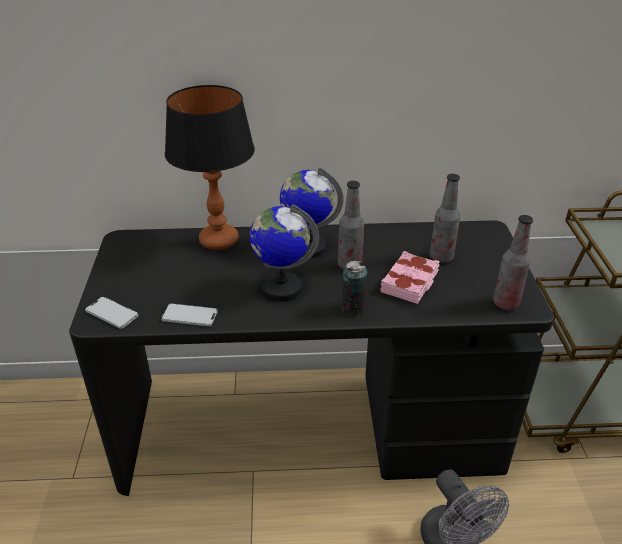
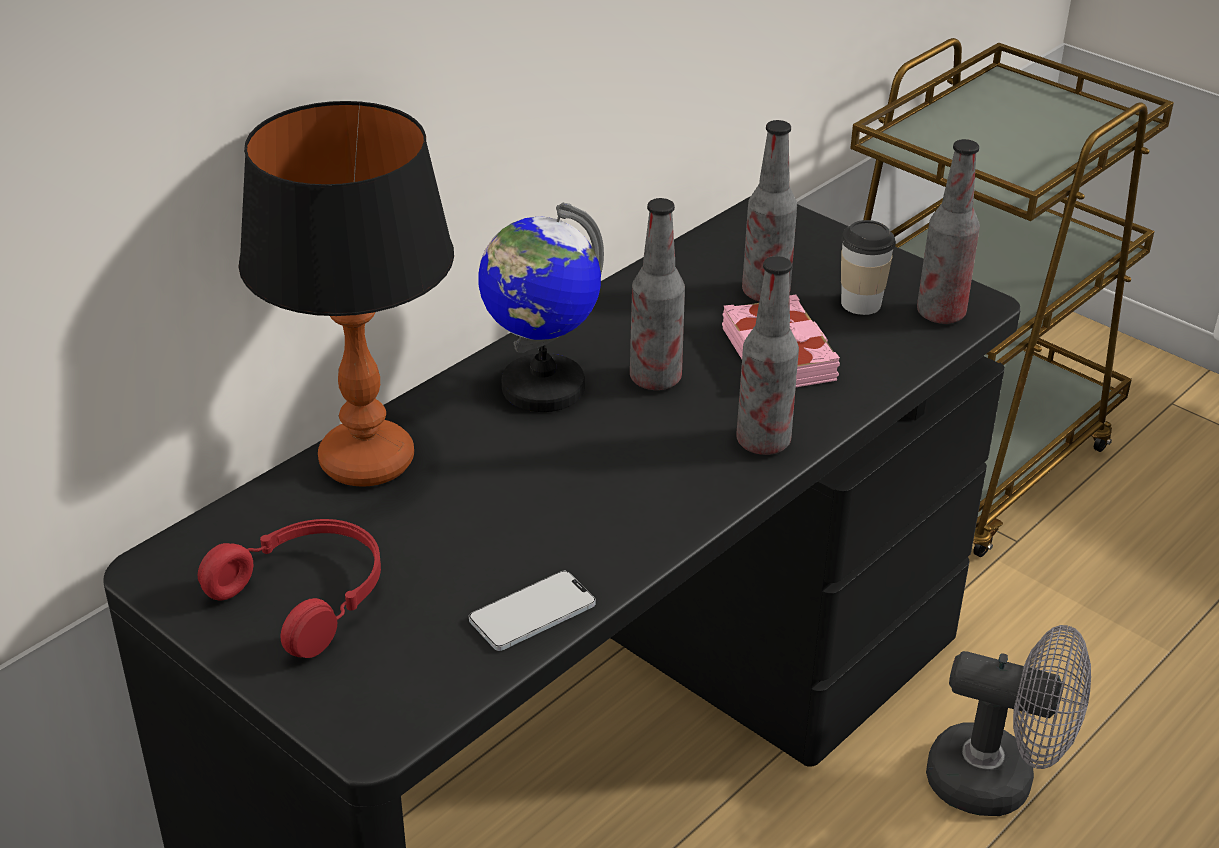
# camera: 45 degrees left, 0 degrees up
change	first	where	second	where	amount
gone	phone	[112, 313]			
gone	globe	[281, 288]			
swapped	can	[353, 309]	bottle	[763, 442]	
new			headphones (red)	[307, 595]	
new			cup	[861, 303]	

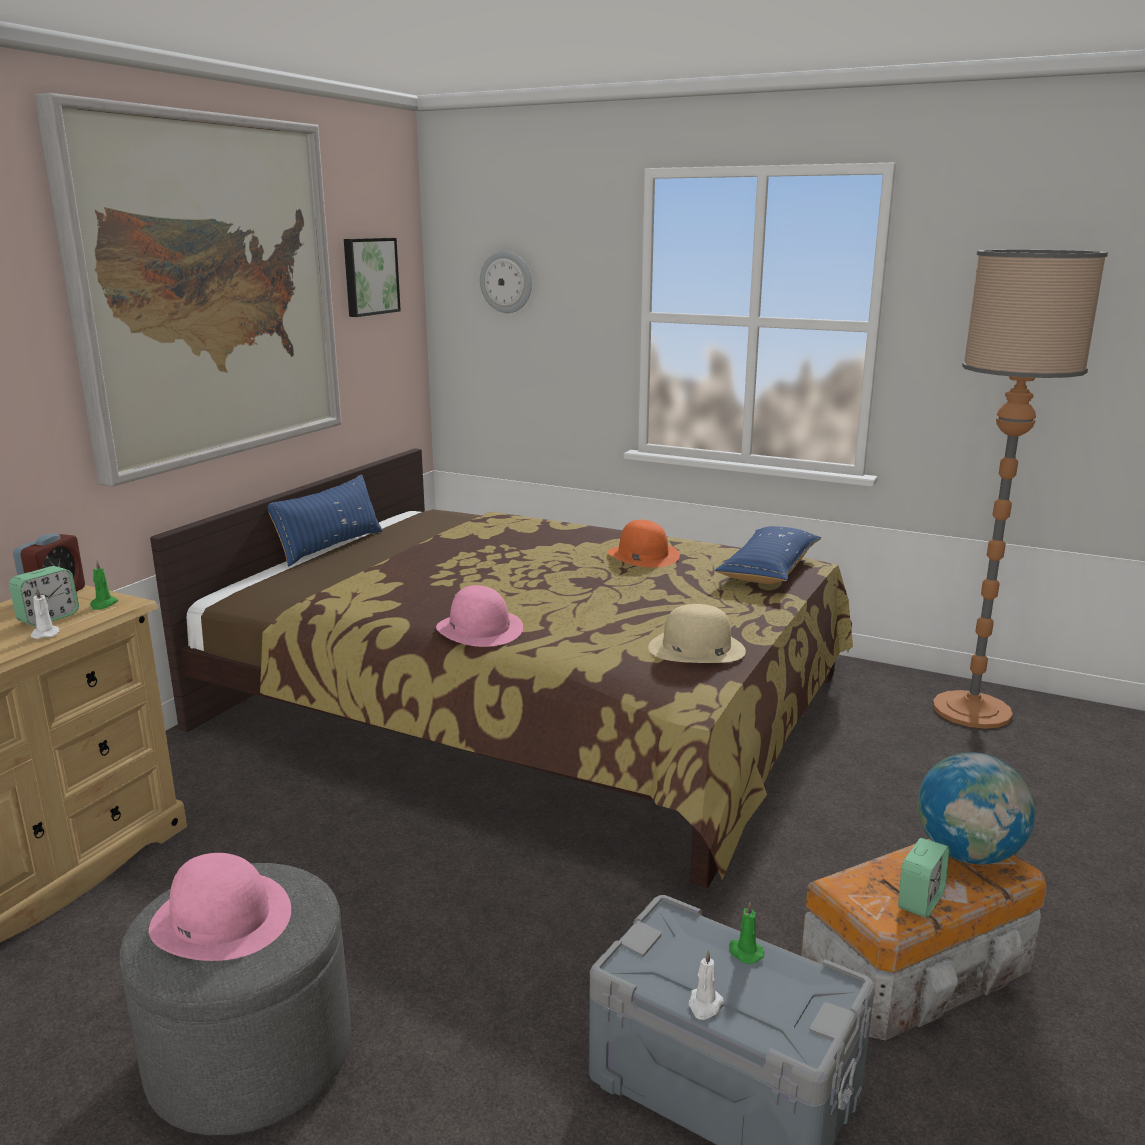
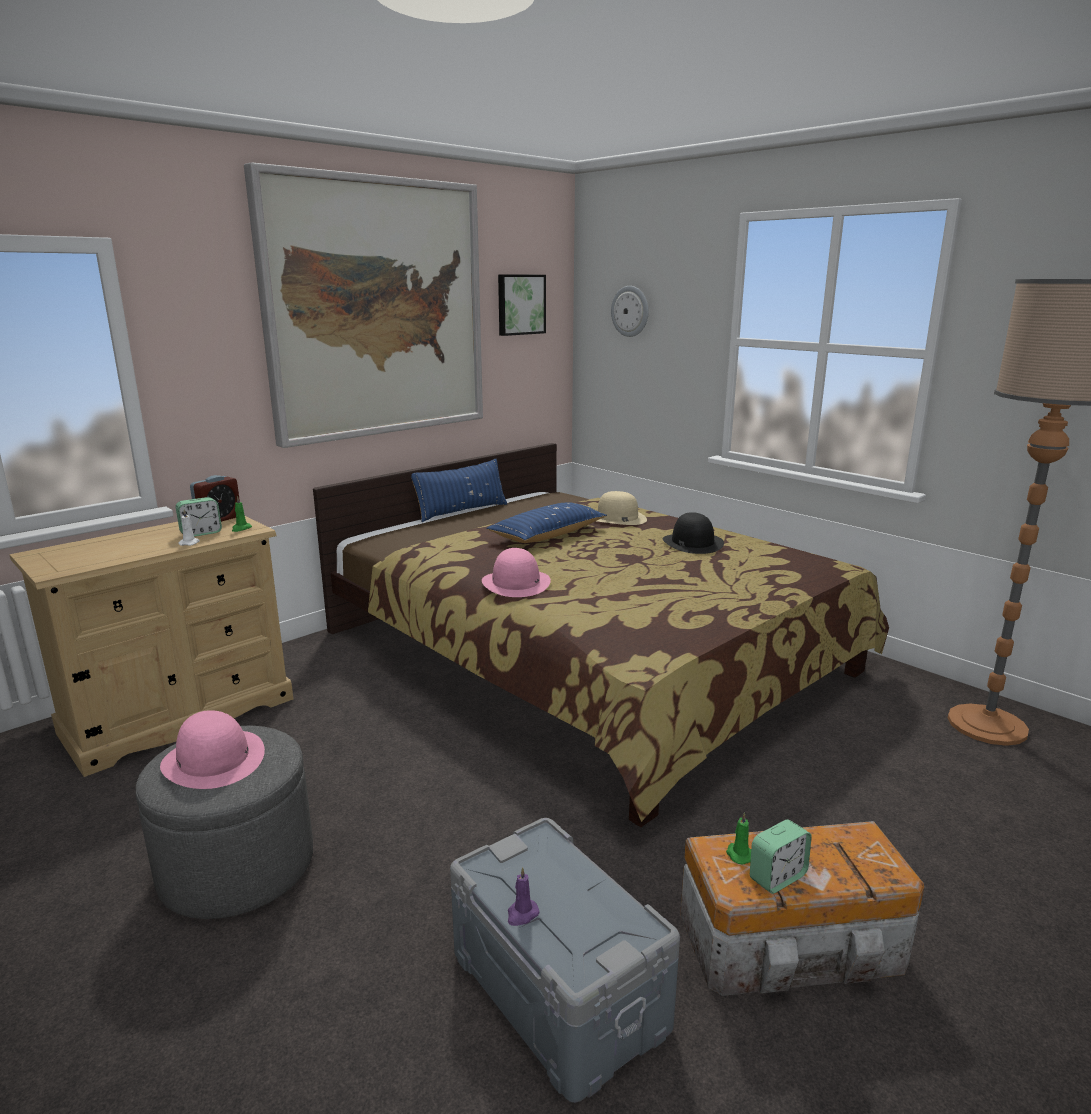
# camera: 20 degrees right, 0 degrees up
change	first	where	second	where	amount
repainted	hat (orange)	[643, 555]	hat (black)	[692, 543]	
shifted	hat (beige)	[696, 648]		[617, 518]	
repainted	candle (white)	[704, 1005]	candle (purple)	[522, 914]	
shifted	pillow (blue)	[769, 570]		[548, 535]	
shifted	candle (green)	[745, 952]		[739, 854]	
gone	globe	[967, 854]			

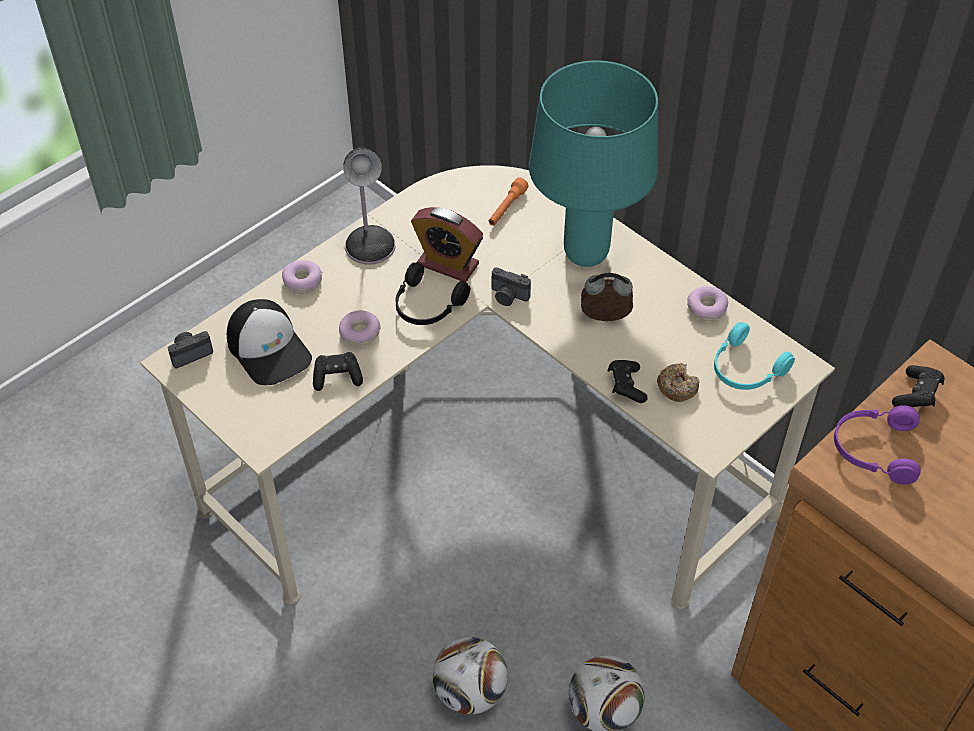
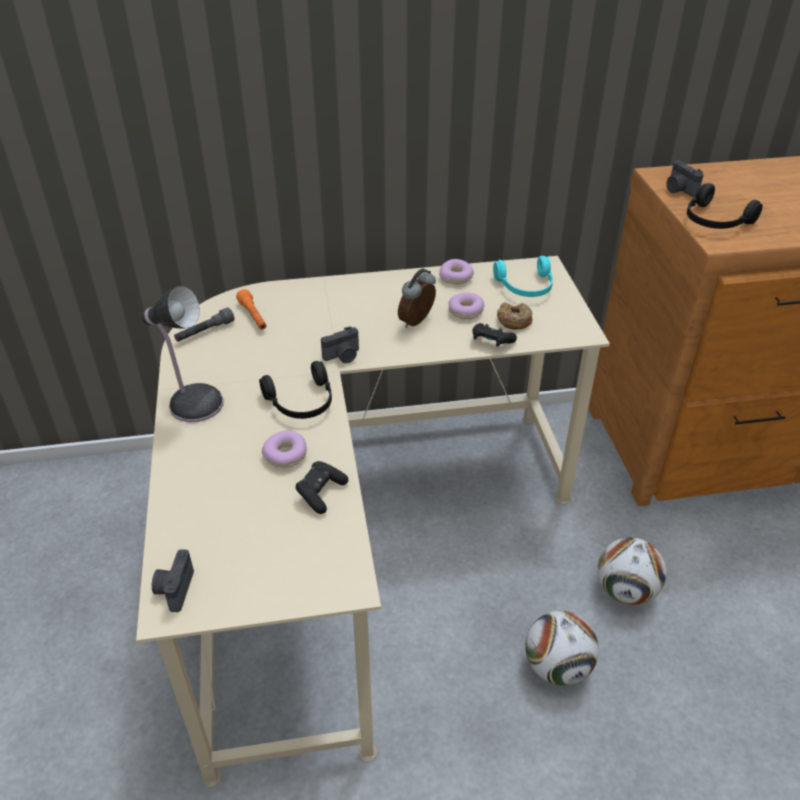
# camera: 55 degrees left, 10 degrees down
change	first	where	second	where	amount
gone	cap	[269, 349]			
shifted	donut	[303, 282]		[465, 311]	
gone	alarm clock	[448, 264]			
gone	table lamp (turquoise)	[585, 255]			
repainted	headphones (purple)	[873, 449]	headphones (black)	[714, 221]	
swapped	game controller (black)	[916, 395]	photo camera	[679, 190]	
new			flashlight (grey)	[204, 332]	

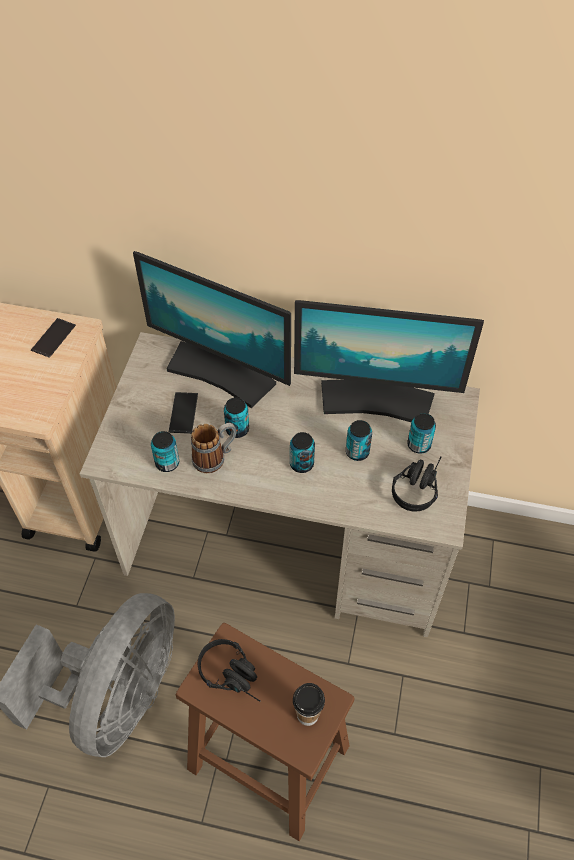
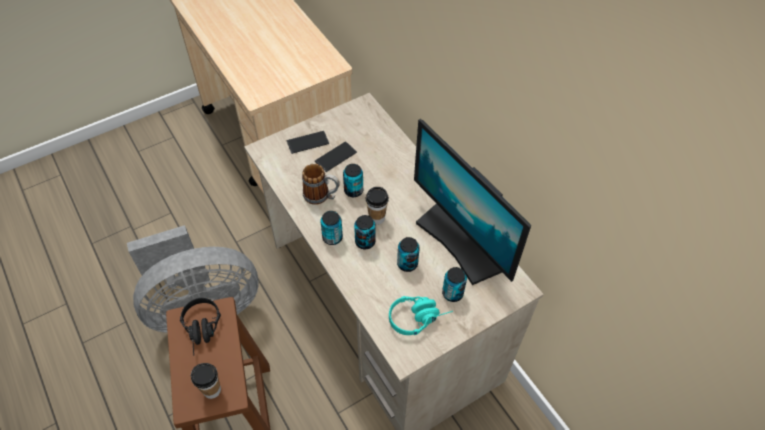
# camera: 45 degrees right, 0 degrees up
change	first	where	second	where	amount
shifted	phone	[53, 338]		[307, 142]	
gone	monitor	[221, 372]			
shifted	can	[167, 463]		[332, 237]	
repainted	headphones (black)	[417, 486]	headphones (turquoise)	[419, 317]	
new			cup	[377, 218]	

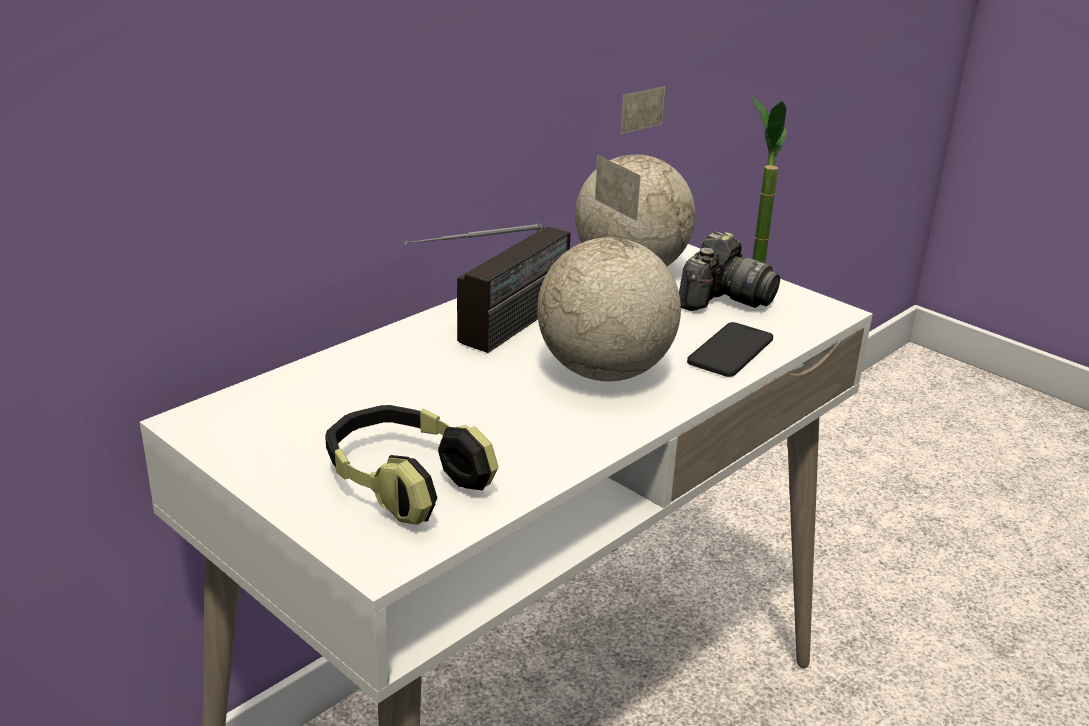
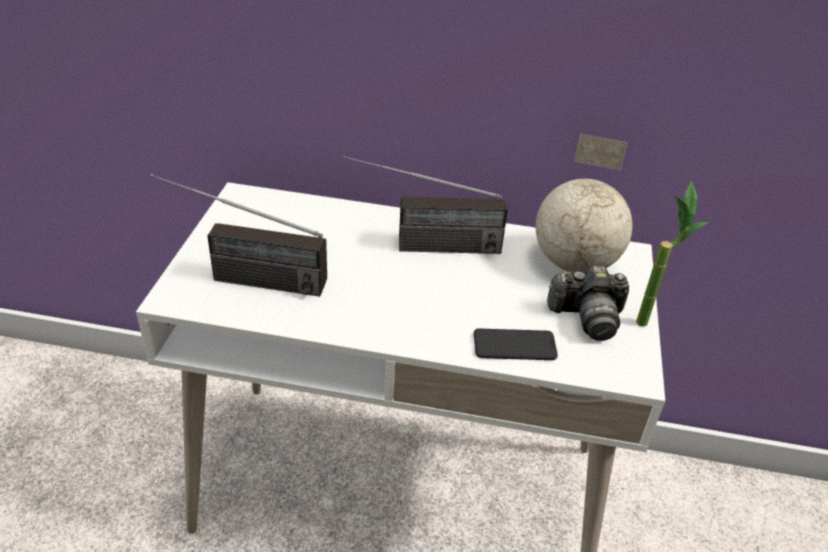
# camera: 55 degrees right, 10 degrees up
change	first	where	second	where	amount
swapped	headphones	[404, 482]	radio	[241, 278]	
gone	globe	[604, 373]			

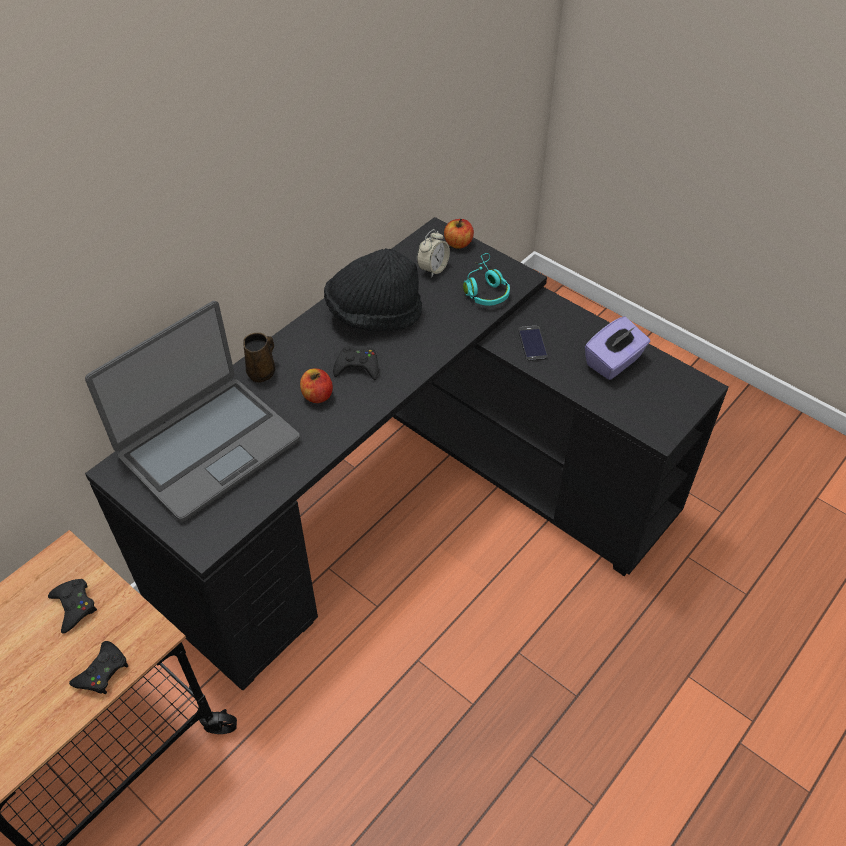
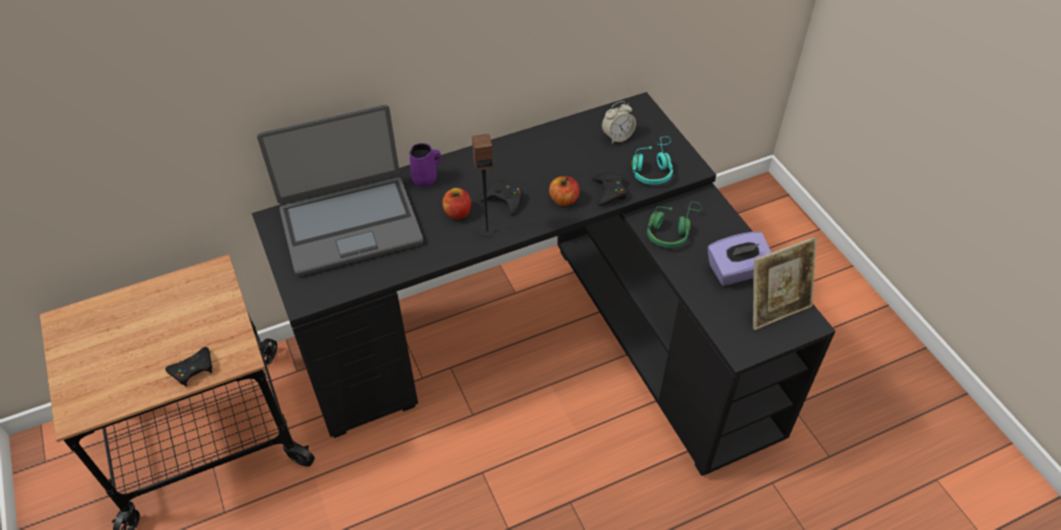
# camera: 25 degrees right, 0 degrees up
change	first	where	second	where	amount
shifted	game controller (black)	[74, 606]		[609, 191]	
repainted	mug (brown)	[262, 372]	mug (purple)	[426, 179]	
gone	hat (black)	[374, 314]			
shifted	apple	[458, 243]		[563, 200]	
swapped	phone	[532, 343]	headphones (green)	[671, 230]	
new			speaker	[487, 231]	
new			picture frame	[776, 308]	

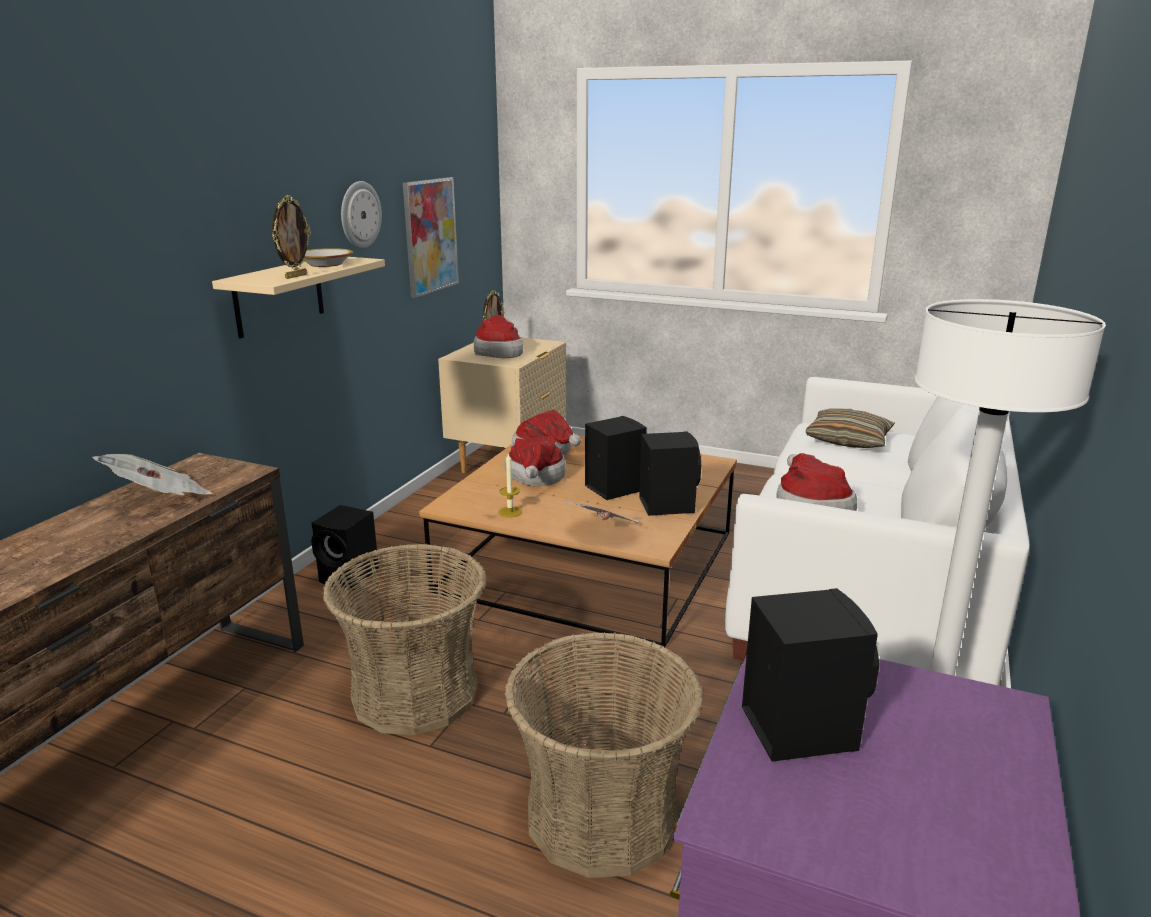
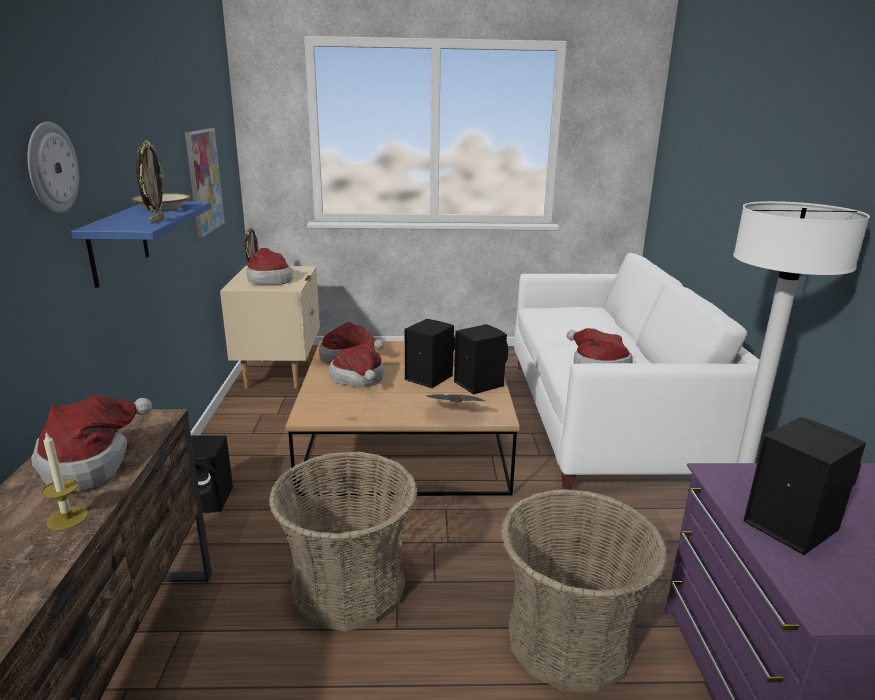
# camera: 25 degrees left, 0 degrees up
change	first	where	second	where	amount
swapped	newspaper	[160, 499]	hat	[91, 463]	
repainted	shelf (beige)	[279, 296]	shelf (blue)	[118, 242]	
shifted	wall clock	[359, 214]		[51, 168]	
shifted	candle	[510, 512]		[67, 518]	
gone	pillow	[848, 440]			

